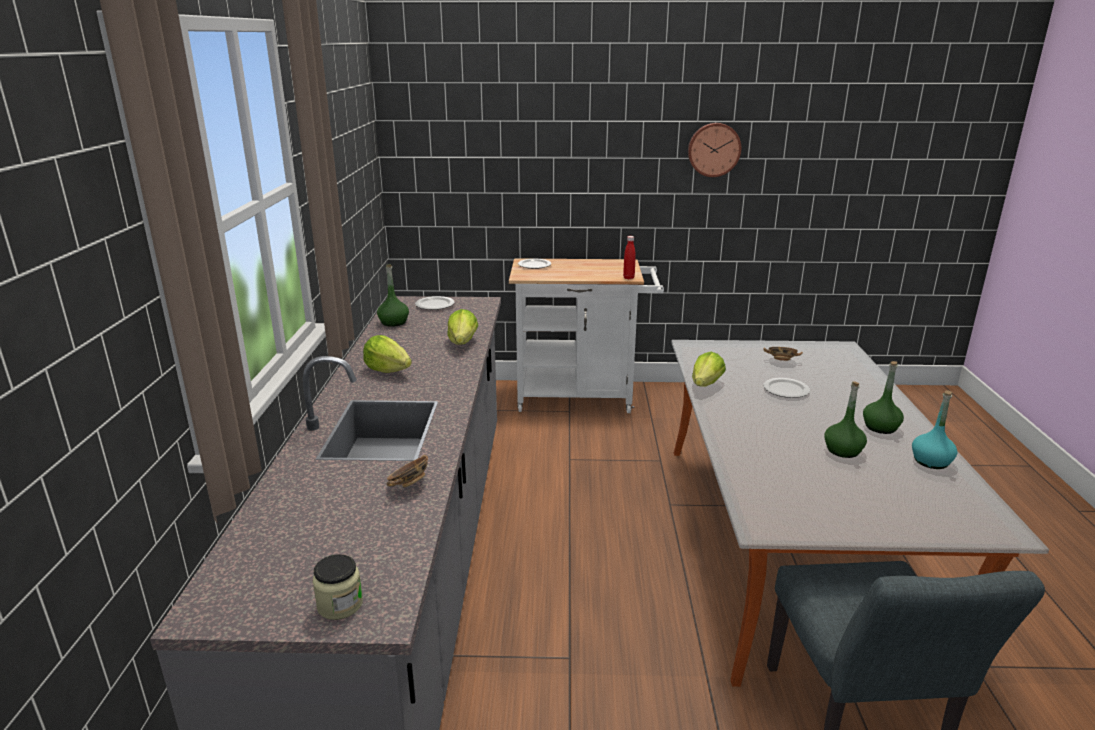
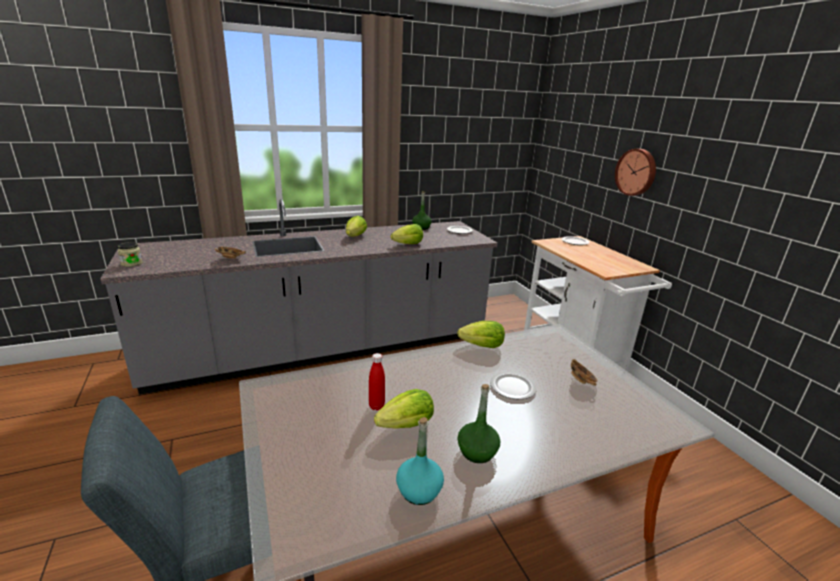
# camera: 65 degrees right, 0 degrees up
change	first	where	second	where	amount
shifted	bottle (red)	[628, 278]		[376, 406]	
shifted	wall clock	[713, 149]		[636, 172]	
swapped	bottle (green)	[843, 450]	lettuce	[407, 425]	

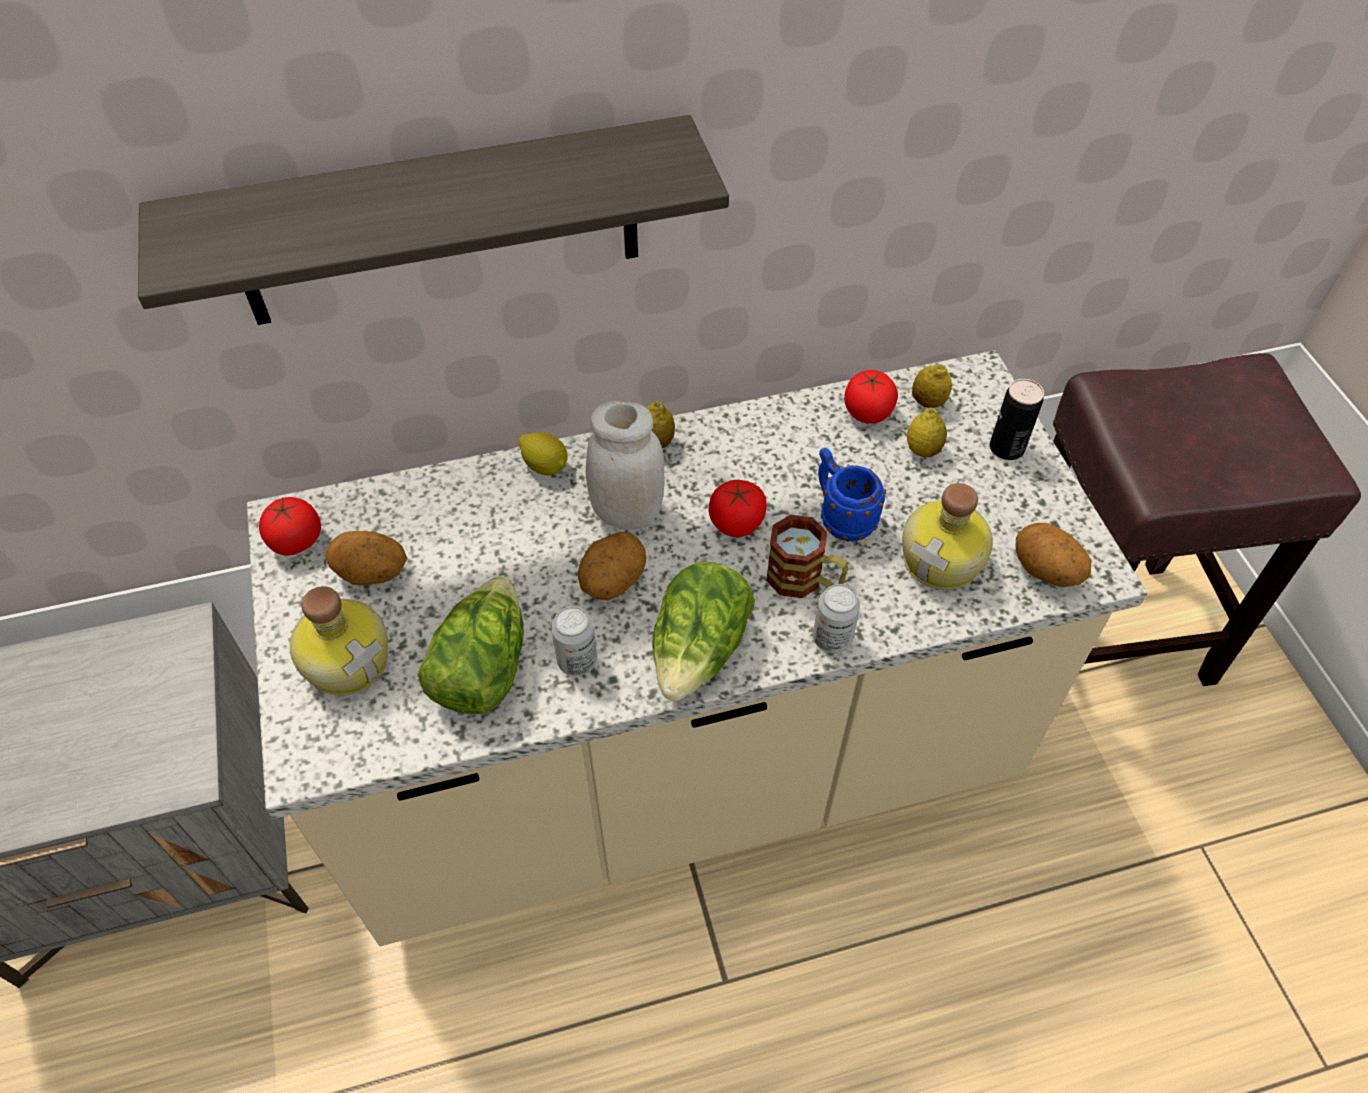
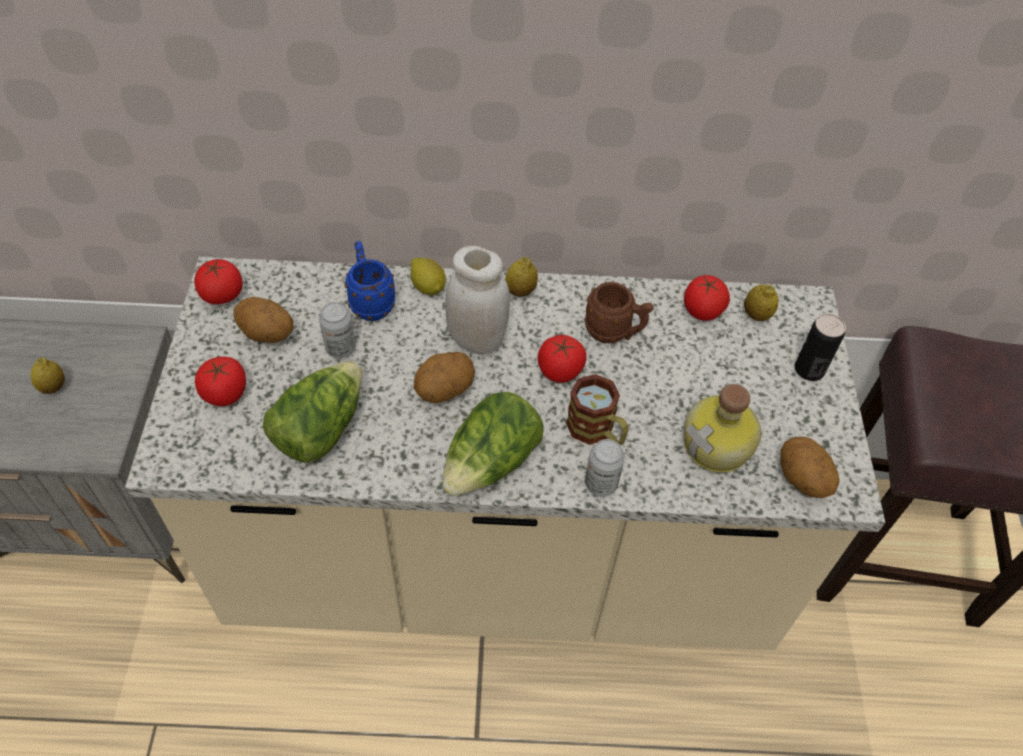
# camera: 15 degrees right, 0 degrees up
change	first	where	second	where	amount
gone	shelf	[439, 225]			
swapped	bottle	[348, 659]	tomato	[225, 393]	
shifted	can	[577, 661]		[340, 348]	
shifted	mug (blue)	[841, 518]		[370, 302]	
shifted	lemon	[923, 450]		[53, 387]	
new			mug (brown)	[614, 333]	

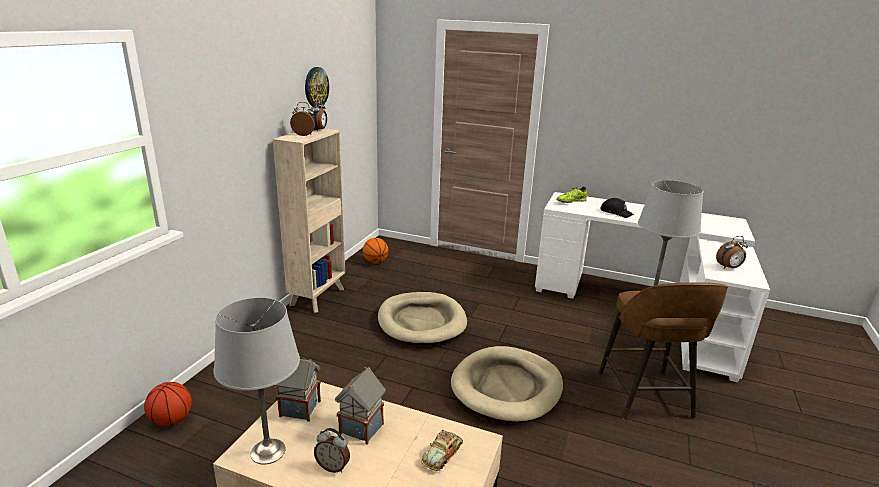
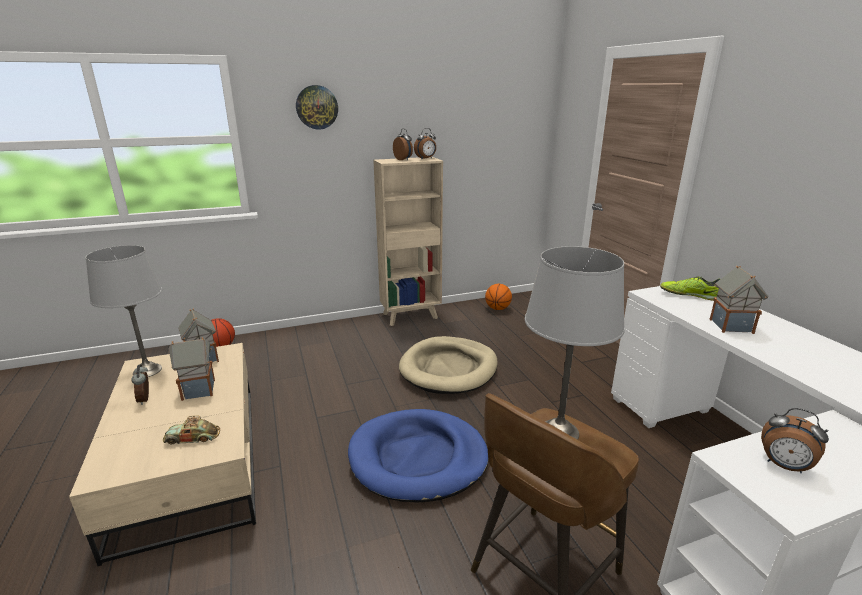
# camera: 50 degrees right, 0 degrees up
change	first	where	second	where	amount
shifted	wall clock	[316, 87]		[317, 107]	
repainted	dog bed (beige)	[507, 387]	dog bed (blue)	[418, 458]	
swapped	cap (black)	[616, 212]	toy house	[730, 325]	

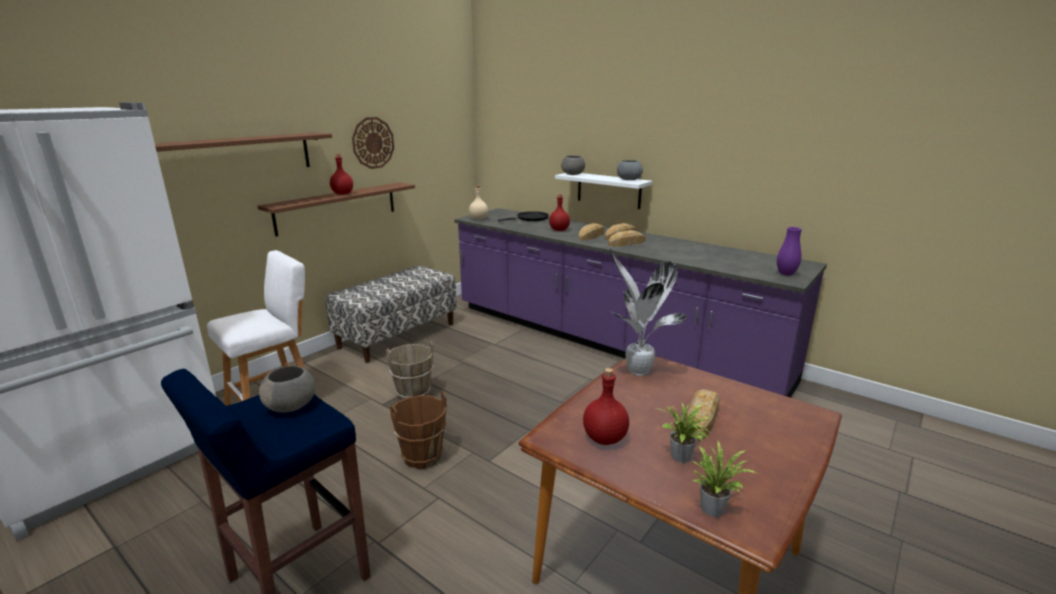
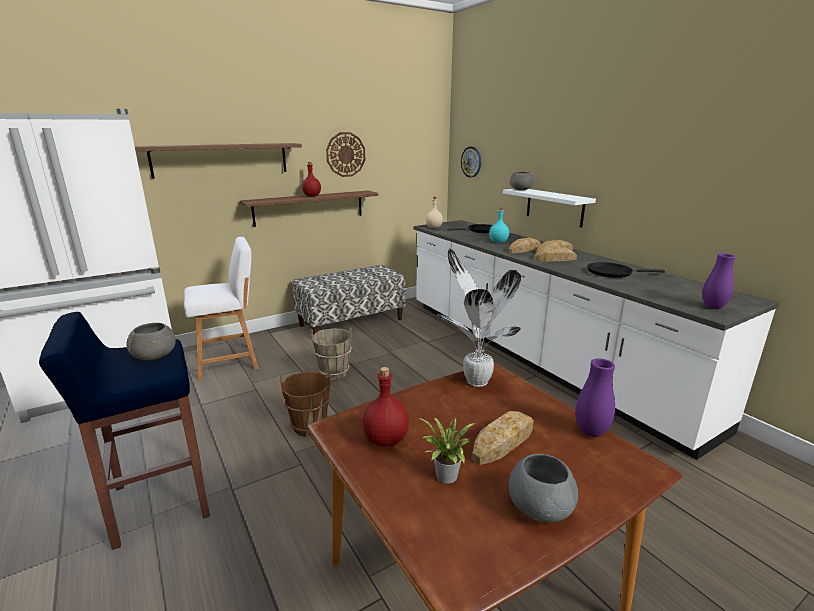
# camera: 20 degrees right, 0 degrees up
change	first	where	second	where	amount
repainted	counter (purple)	[607, 341]	counter (white)	[534, 356]	
repainted	bottle (red)	[559, 230]	bottle (turquoise)	[498, 242]	
shifted	bowl (grey)	[628, 180]		[540, 506]	
gone	potted plant	[713, 506]			
new			wall clock	[471, 162]	
new			vase (purple)	[590, 432]	
new			frying pan (black)	[612, 273]	

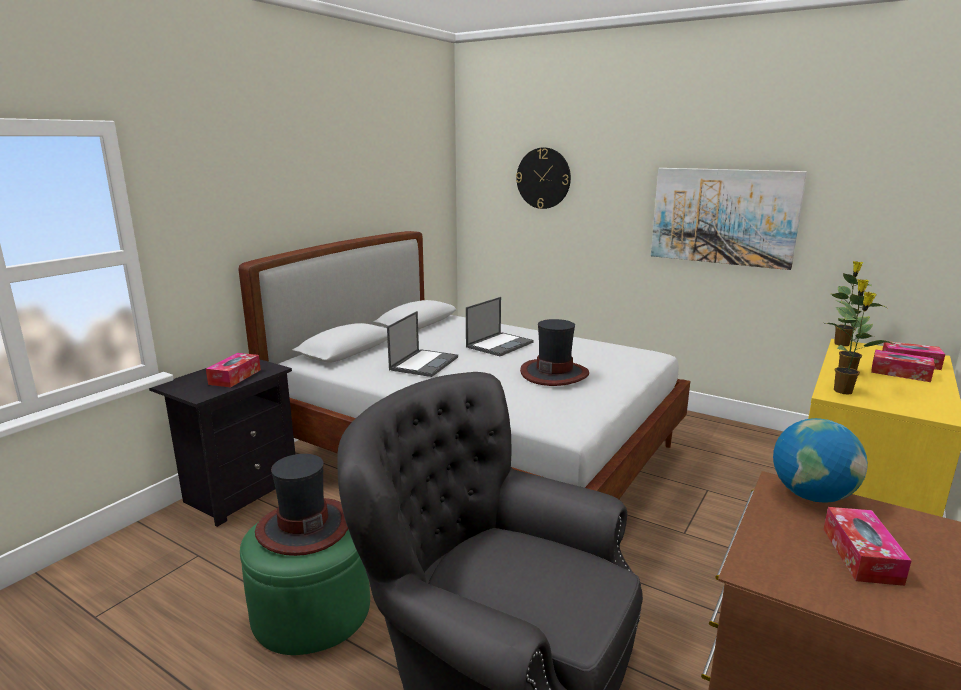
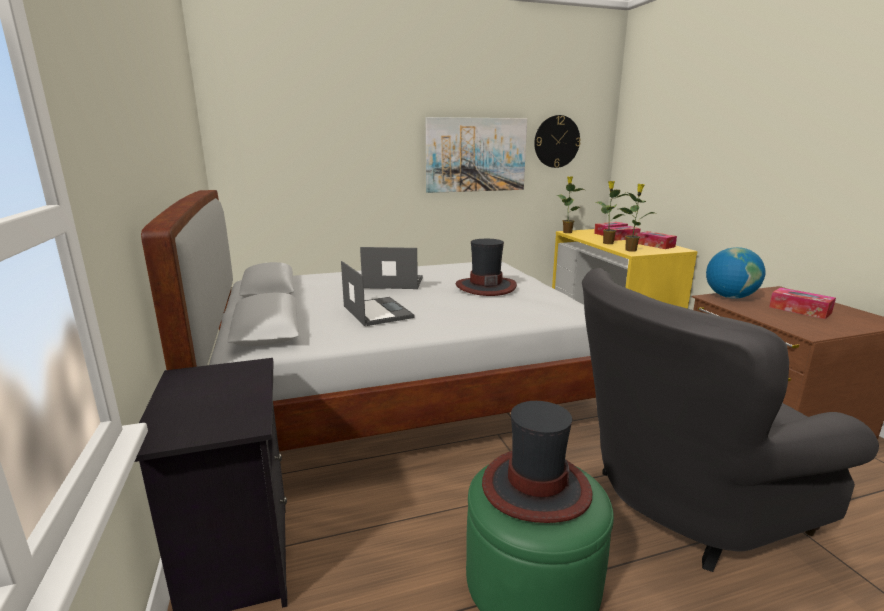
# camera: 50 degrees left, 0 degrees up
change	first	where	second	where	amount
shifted	tissue box	[235, 377]		[655, 245]	
rotated	laptop	[500, 344]		[392, 282]	75 degrees counterclockwise
shifted	wall clock	[543, 178]		[556, 141]	

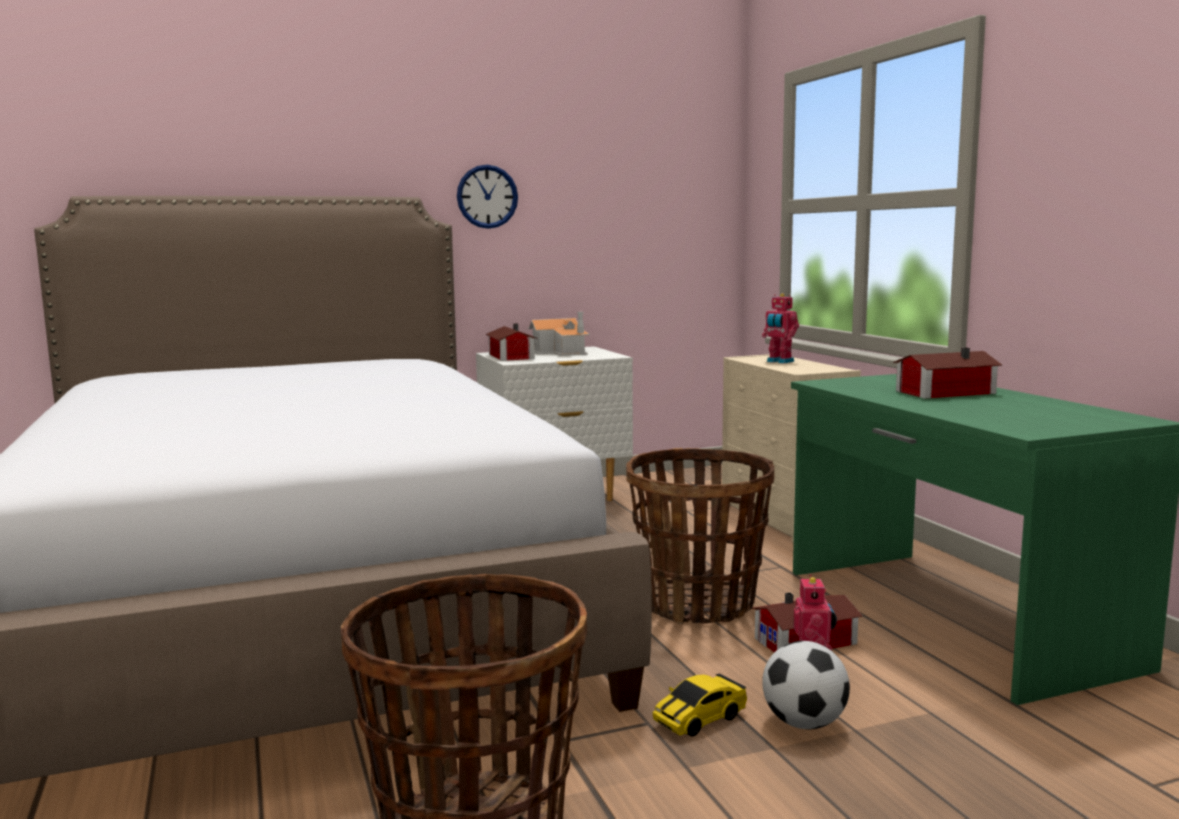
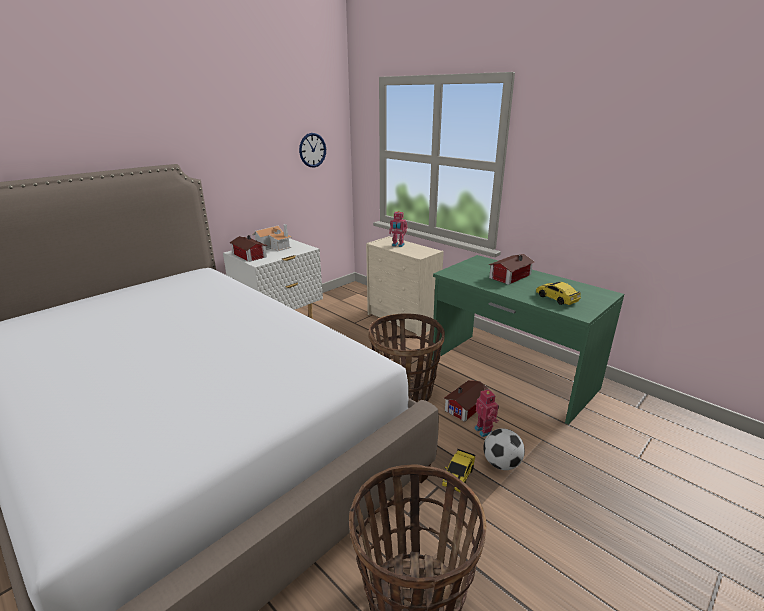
# camera: 25 degrees left, 15 degrees up
change	first	where	second	where	amount
shifted	wall clock	[487, 196]		[312, 150]	
new			toy car	[556, 298]	

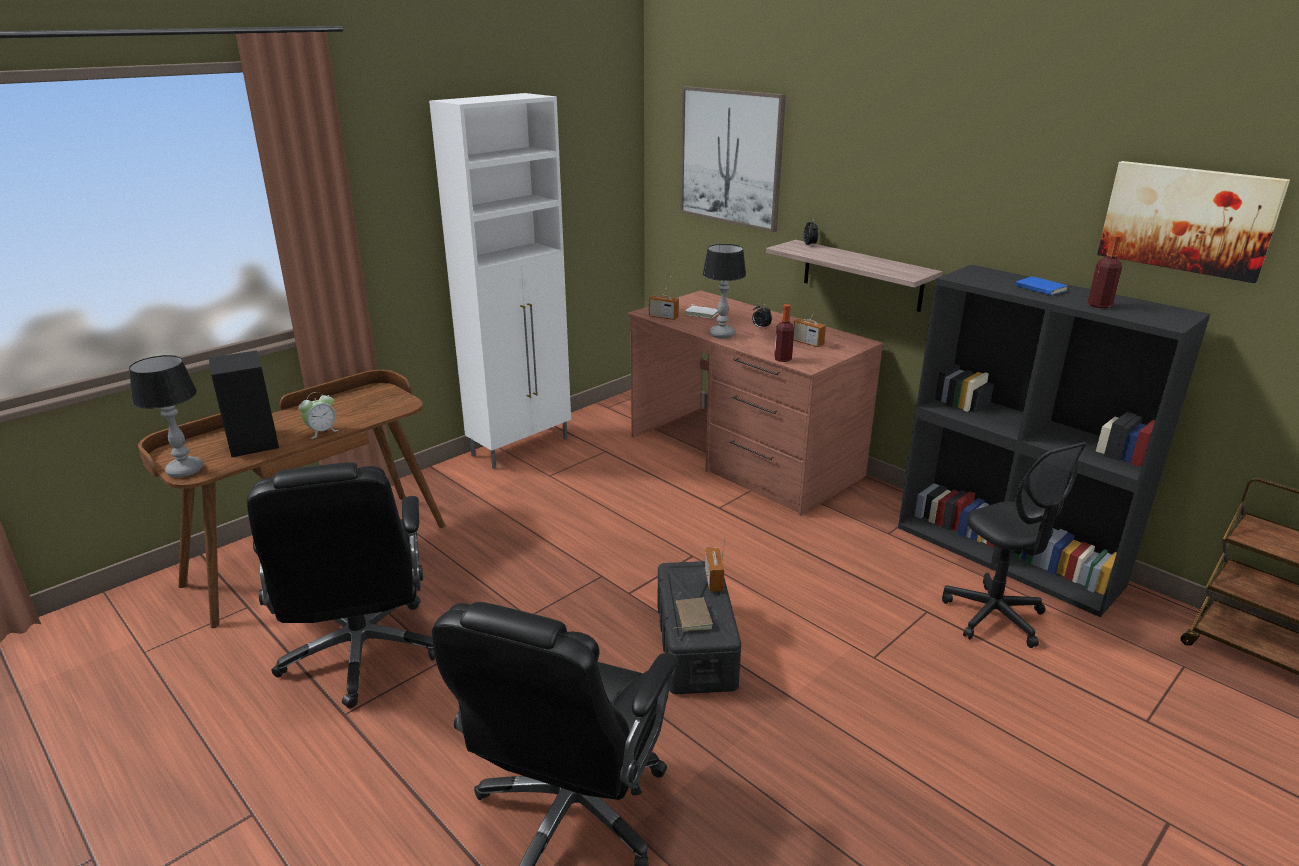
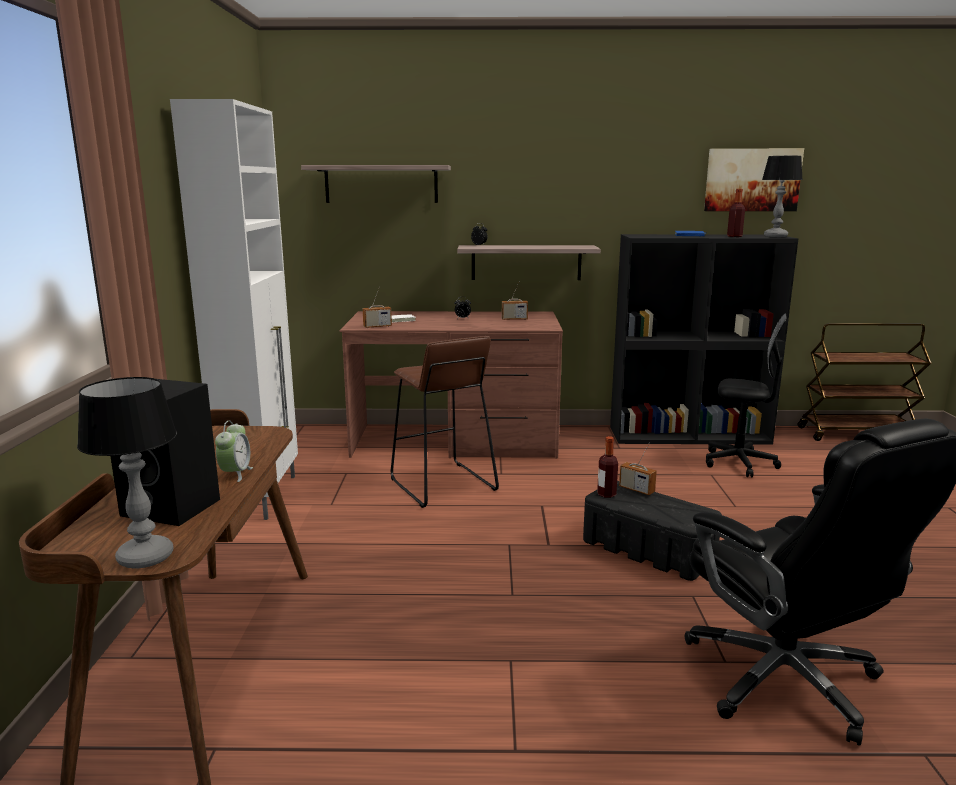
# camera: 45 degrees left, 10 degrees down
change	first	where	second	where	amount
gone	office chair (black)	[361, 653]			
gone	book (brown)	[691, 617]			
swapped	picture	[731, 157]	shelf	[381, 184]	
shifted	table lamp	[722, 335]		[776, 236]	
shifted	bottle	[782, 359]		[606, 494]	
new			stool (brown)	[442, 485]	

